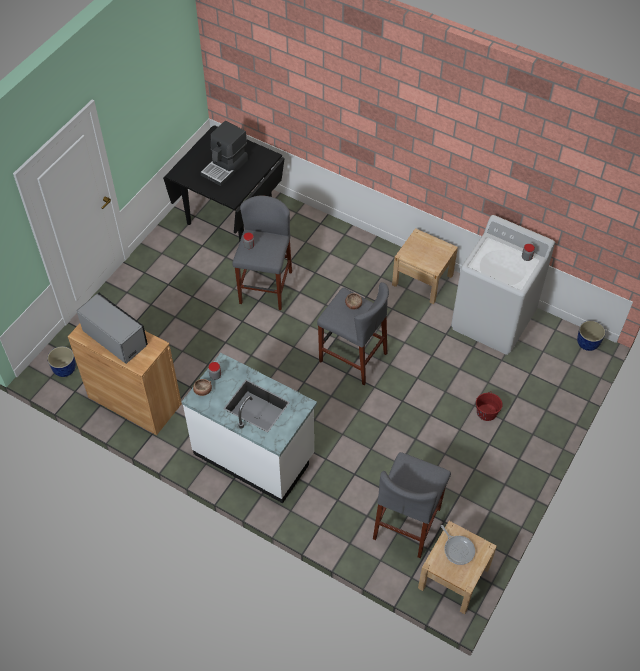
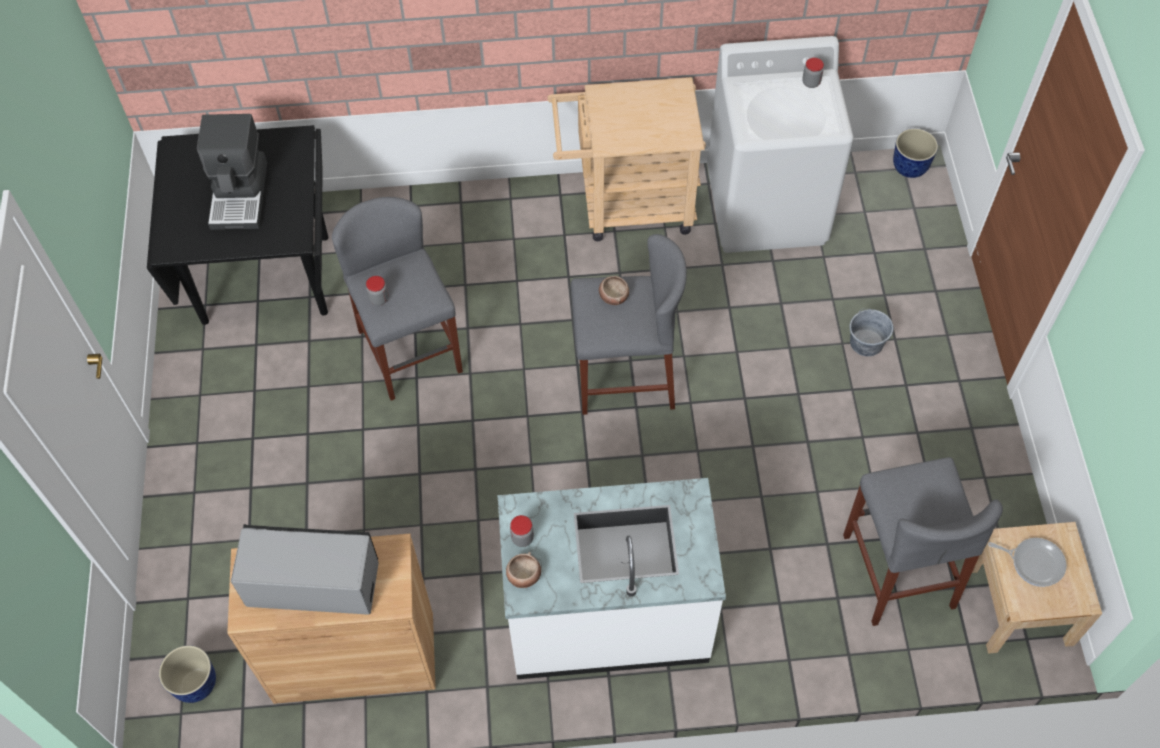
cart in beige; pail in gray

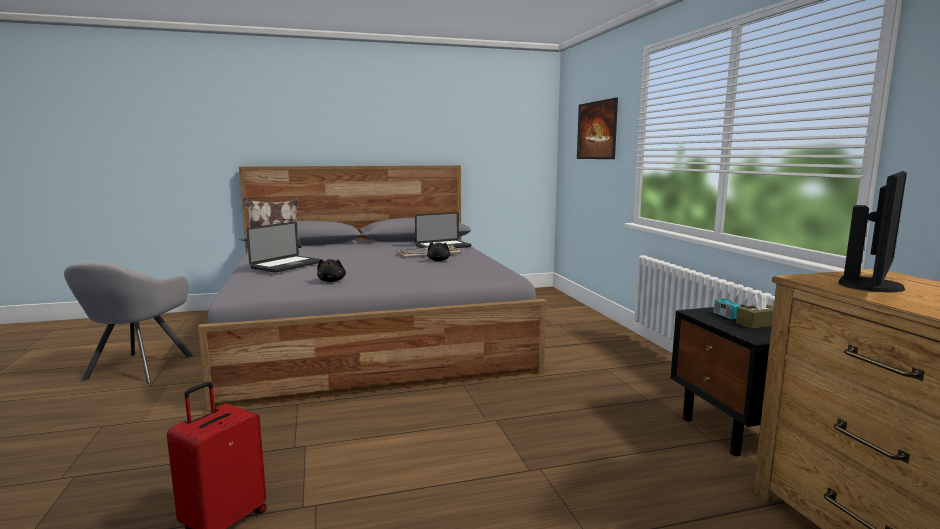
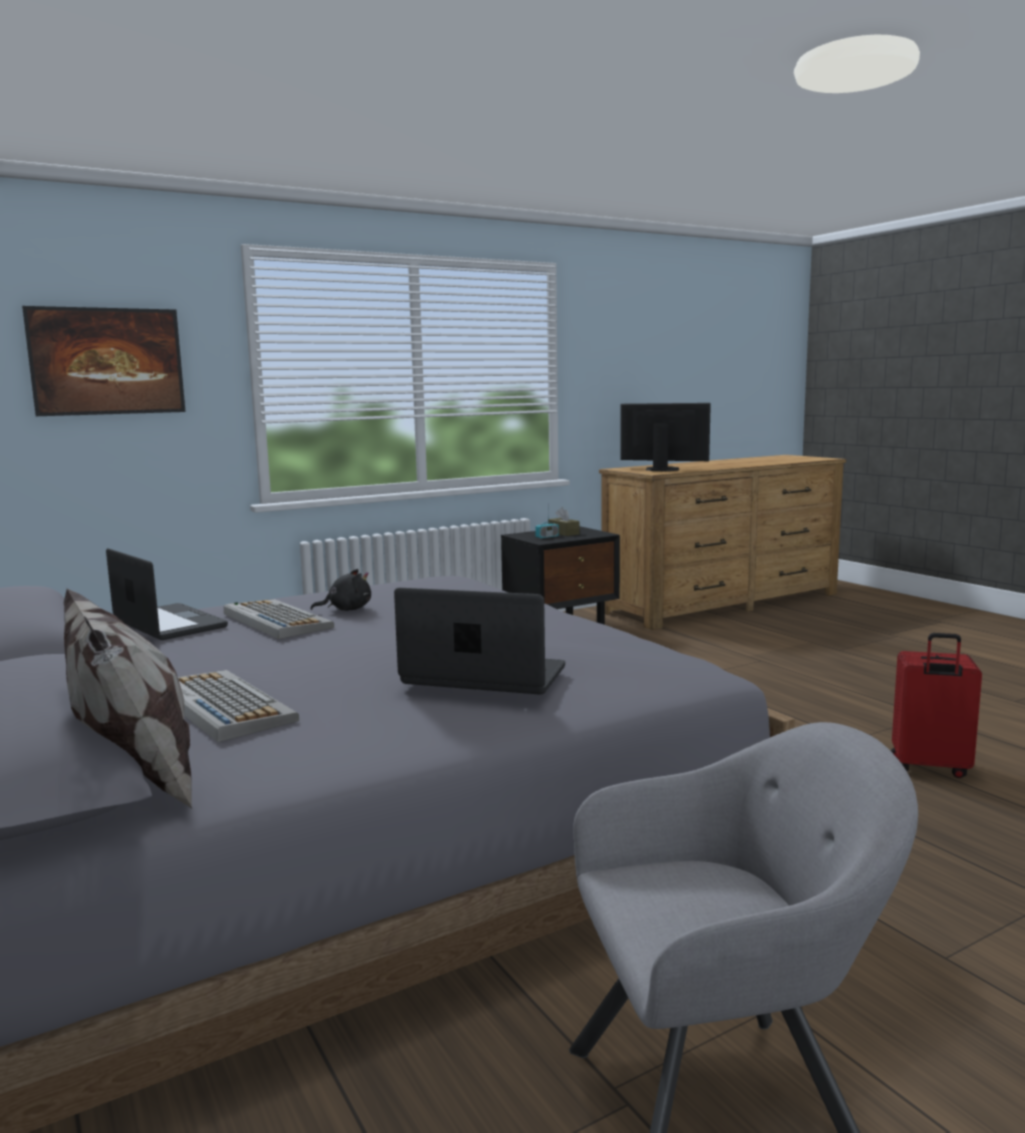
PC keyboard (1st from left); cuddly toy in blackish (1st from left in the first image)

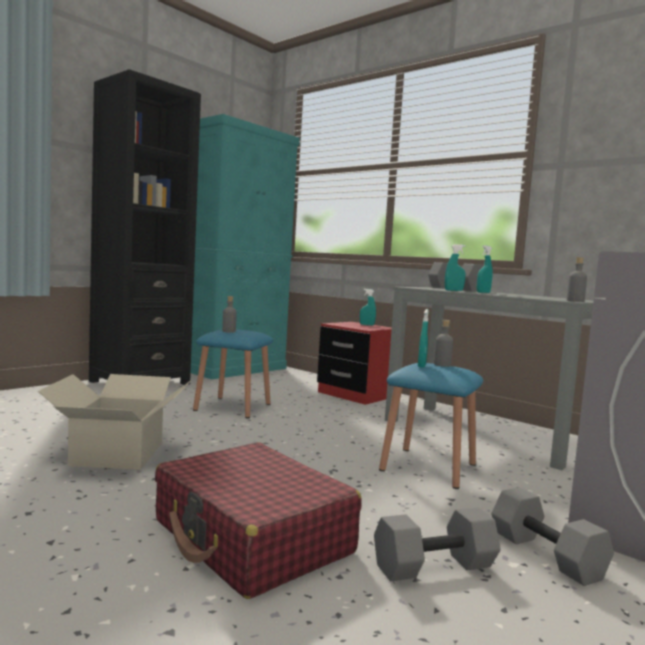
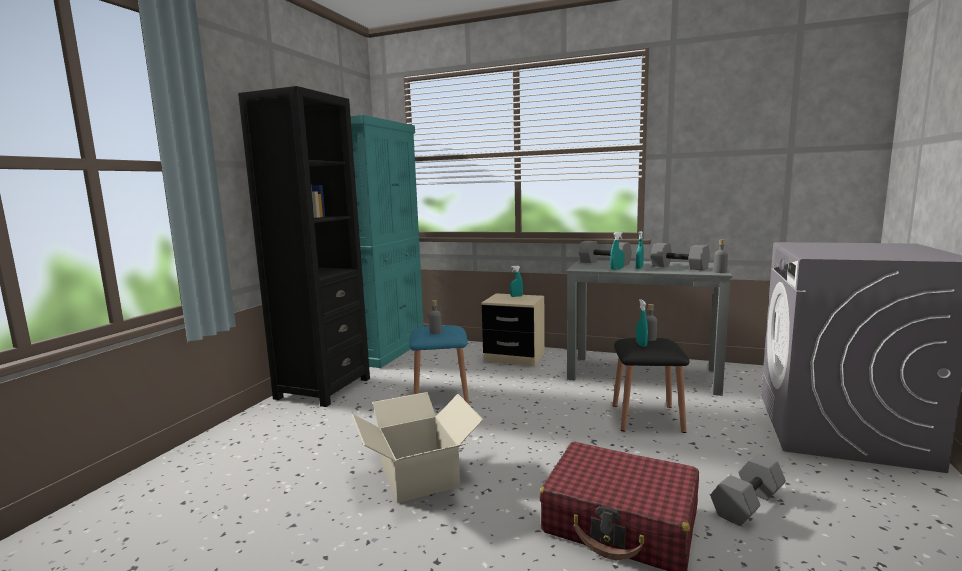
bedside table in beige; stool in blackish; dumbbell in gray (2nd from left)

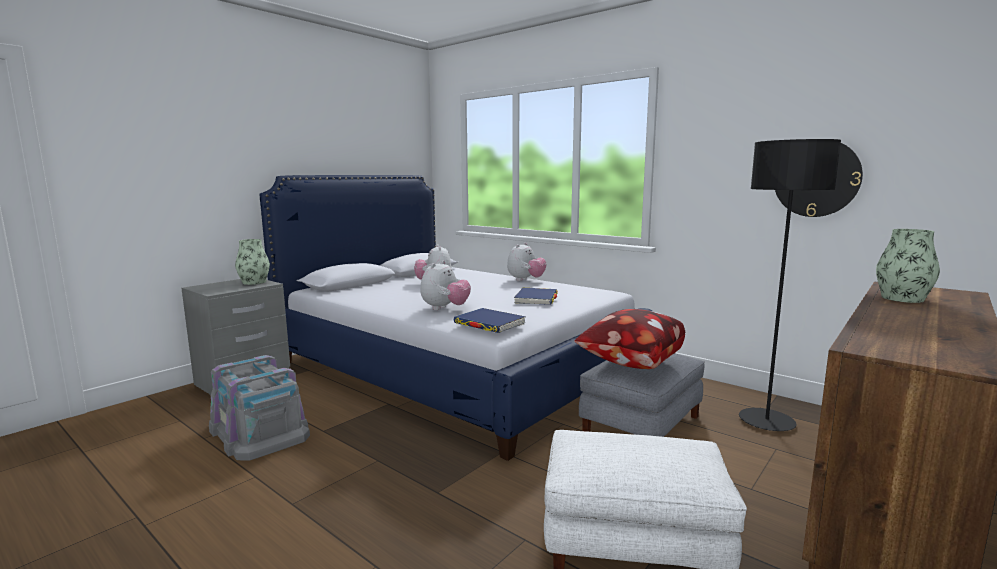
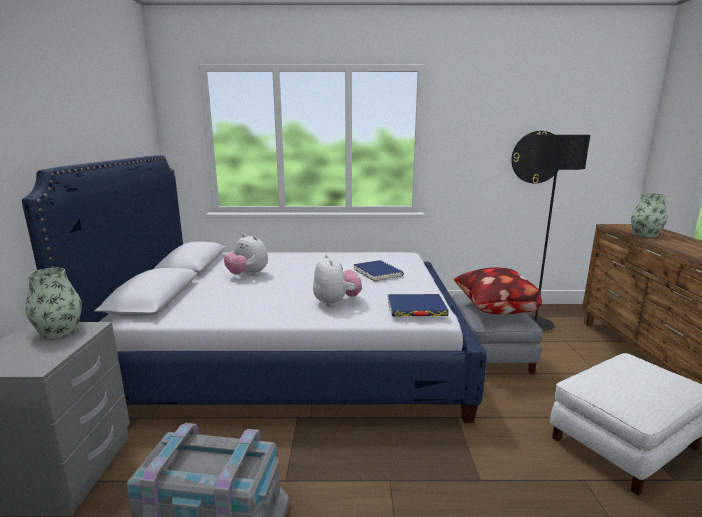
cuddly toy (3rd from left in the first image)

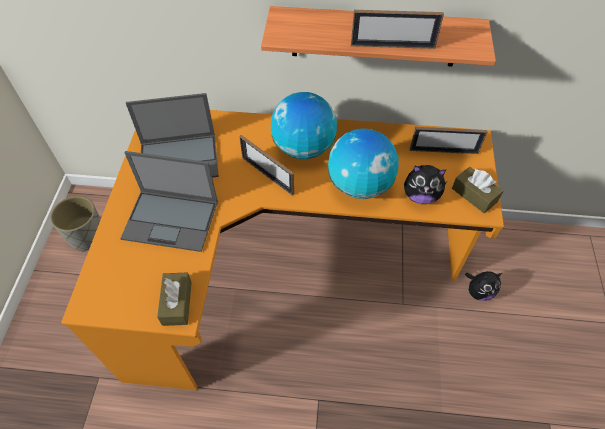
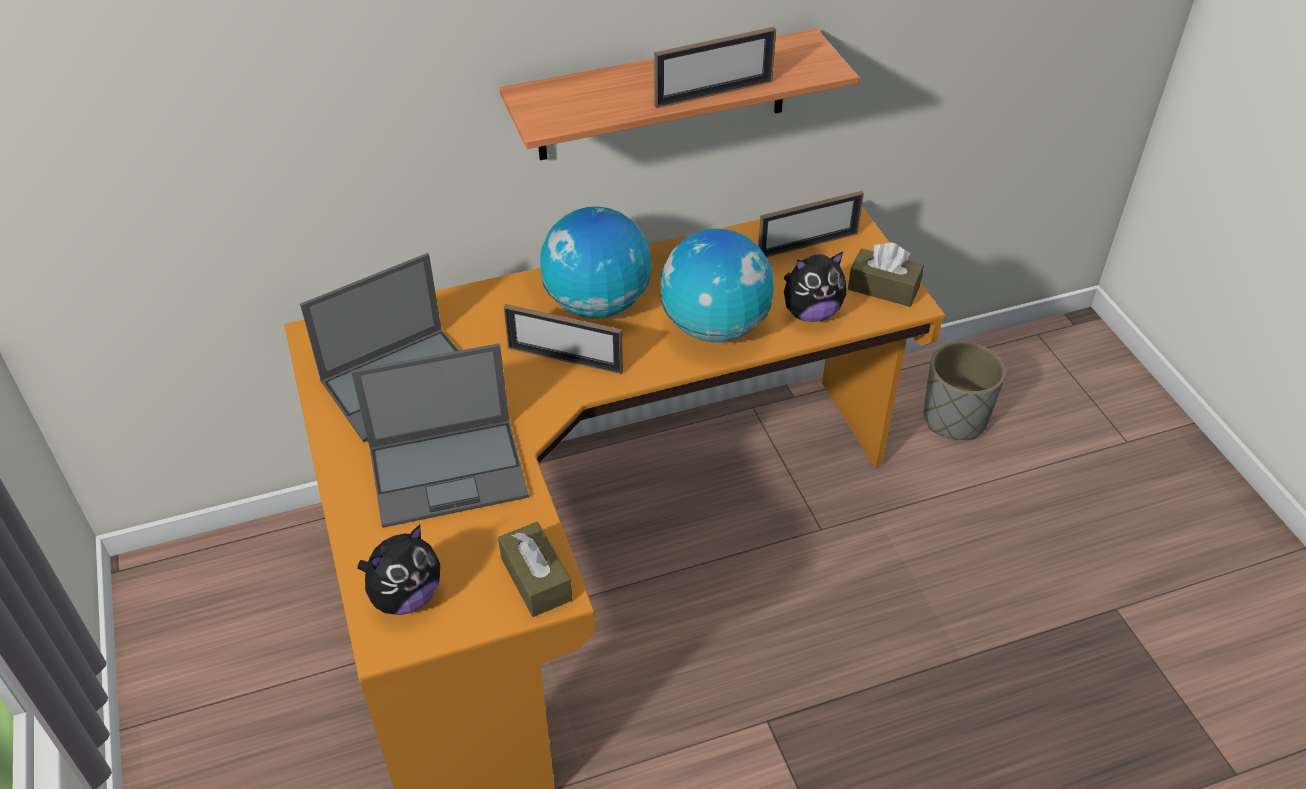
cuddly toy (1st from left); plant pot in gray

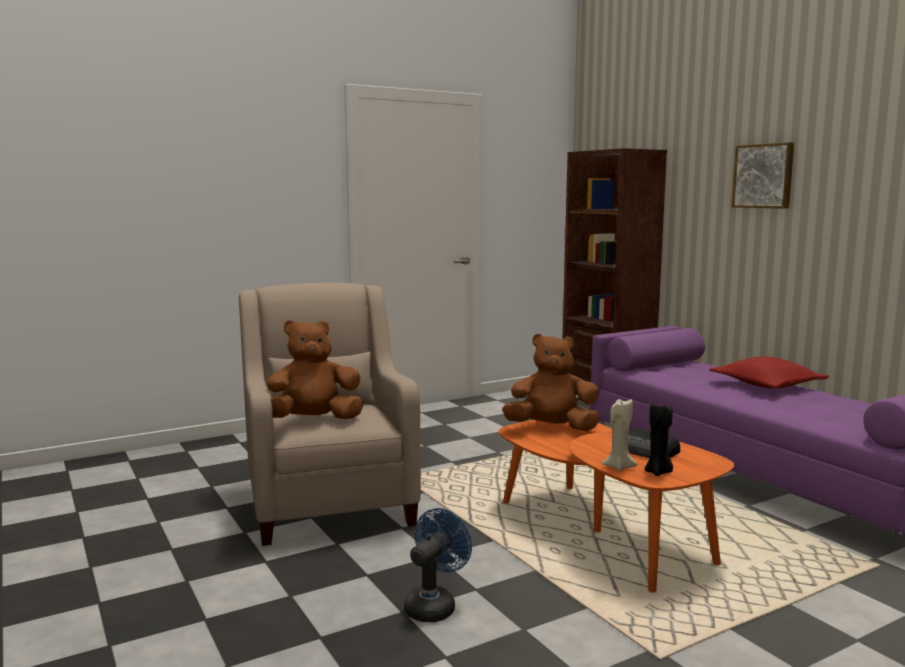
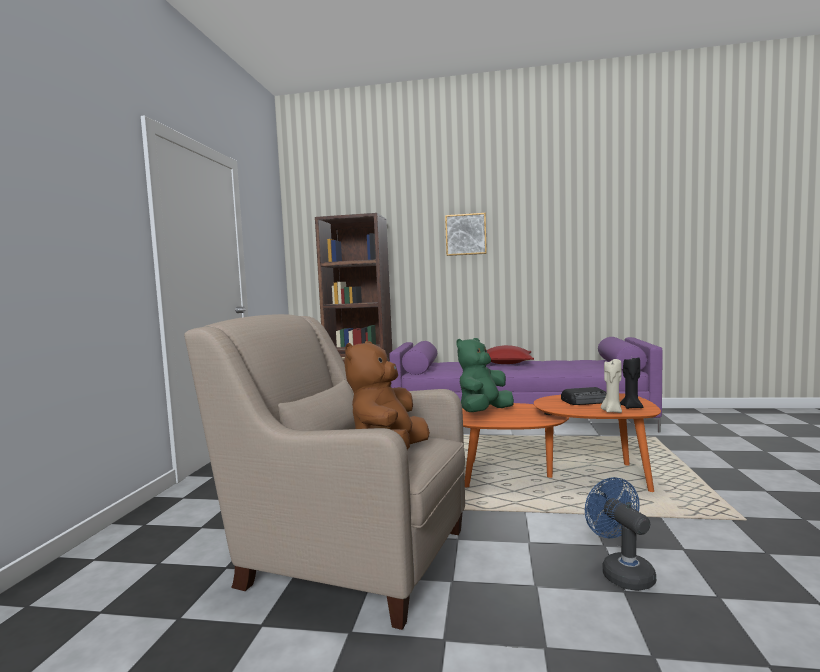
cuddly toy in greenish

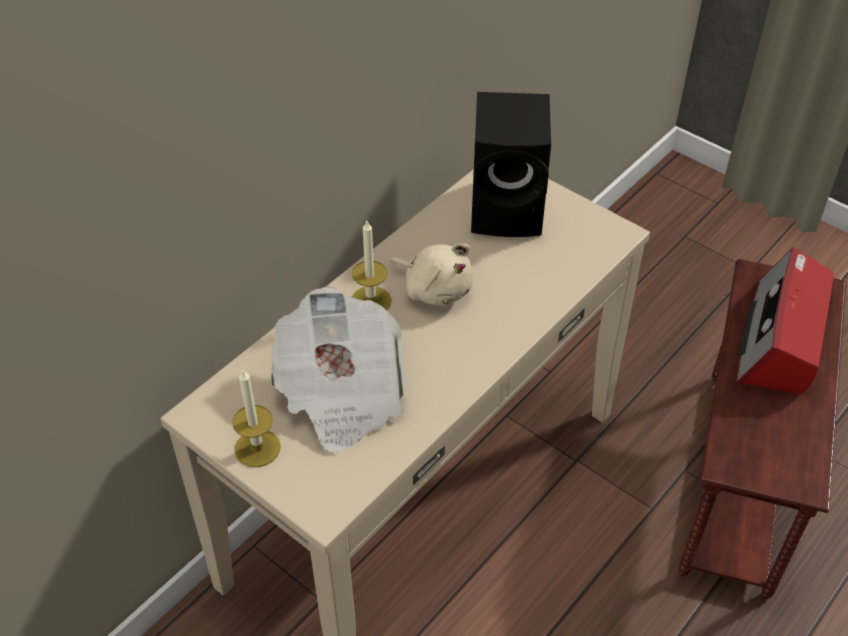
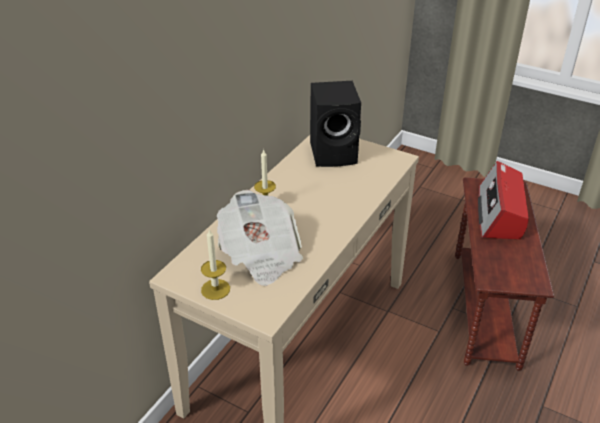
cuddly toy in beige

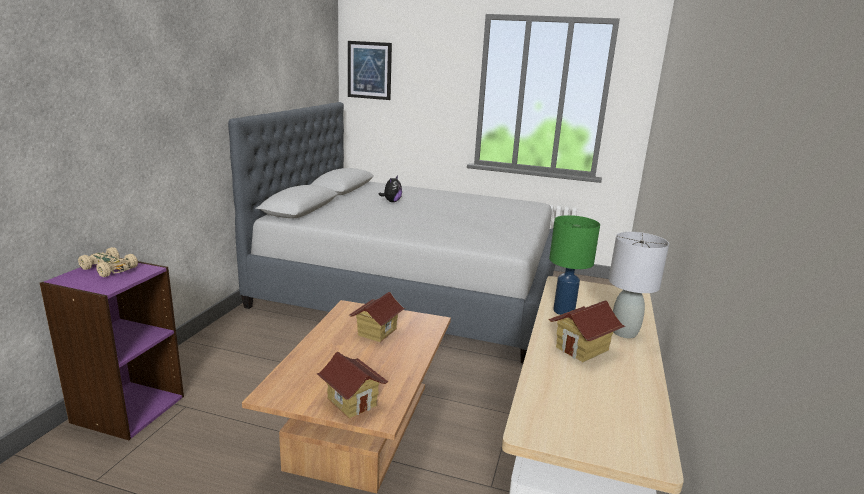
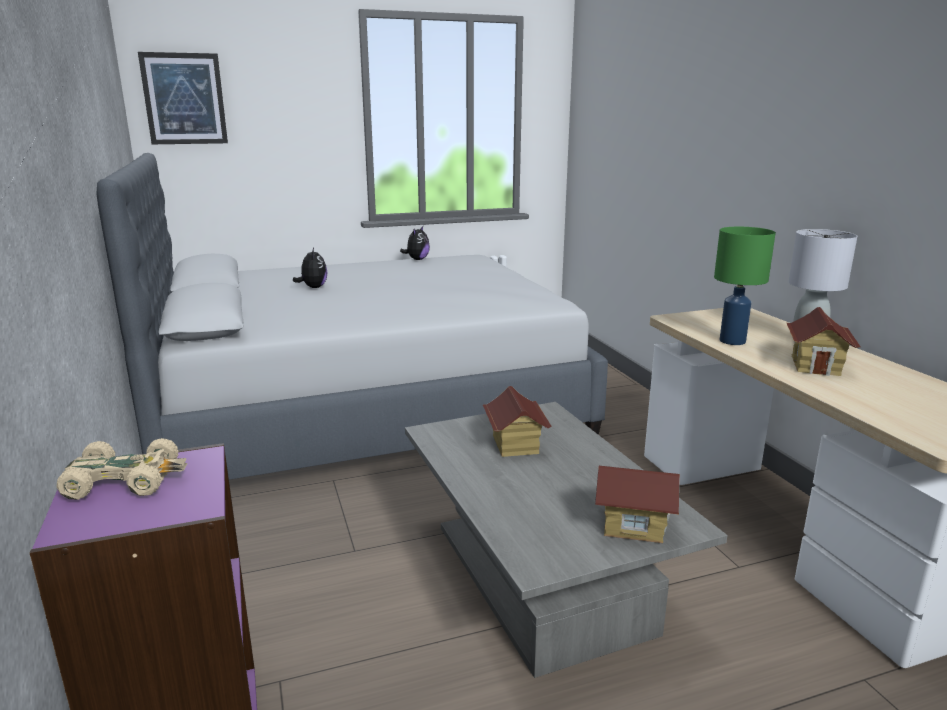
cuddly toy (2nd from left); low table in gray

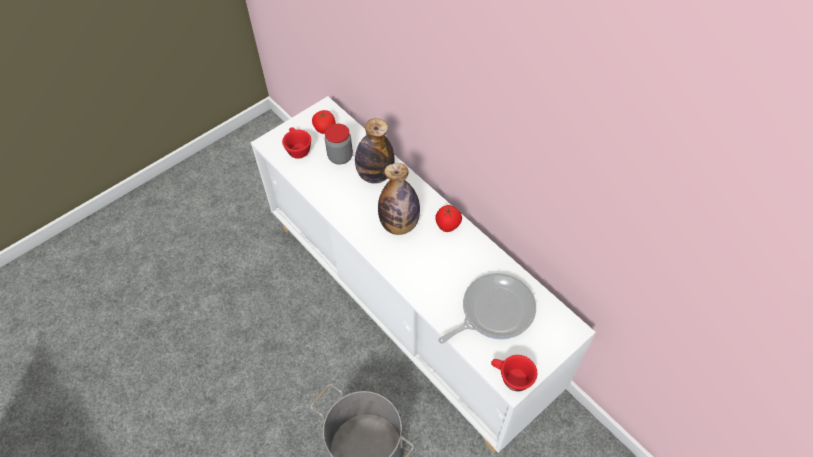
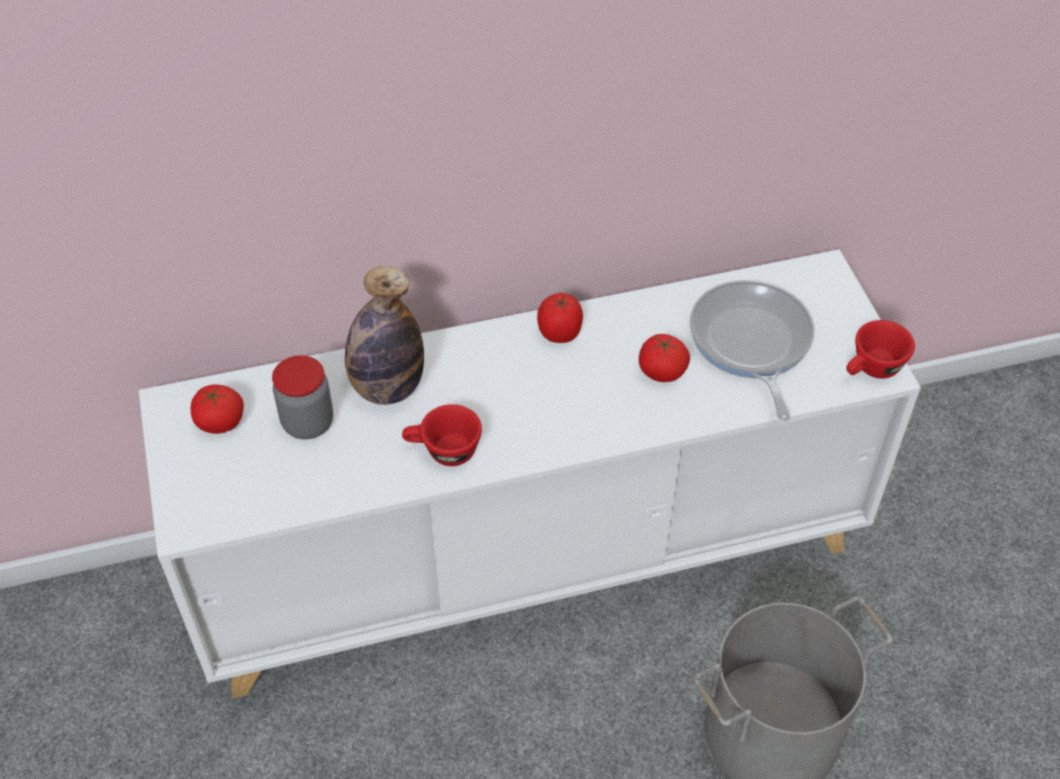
cup in red-coloured (1st from left); fresh tomato (3rd from left); bottle (2nd from left in the first image)

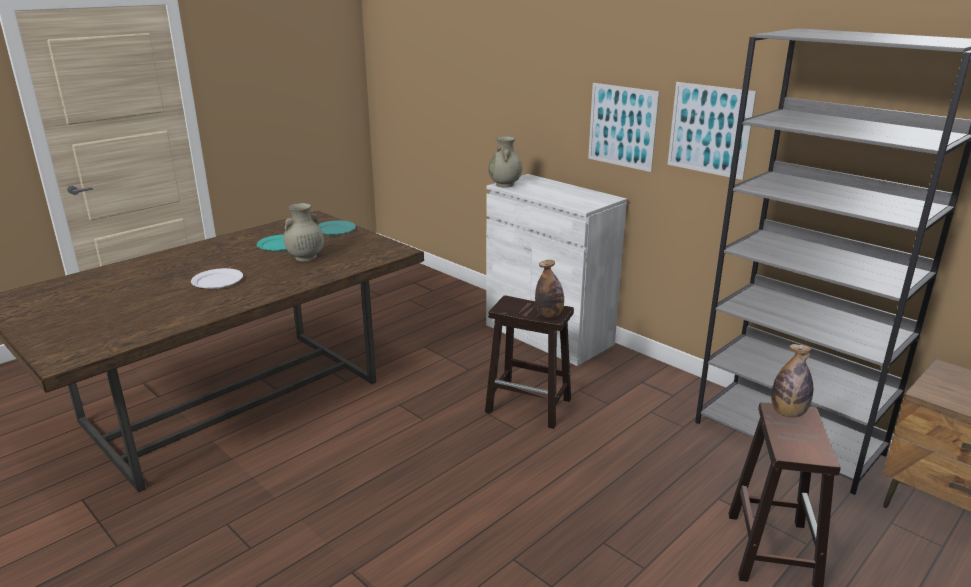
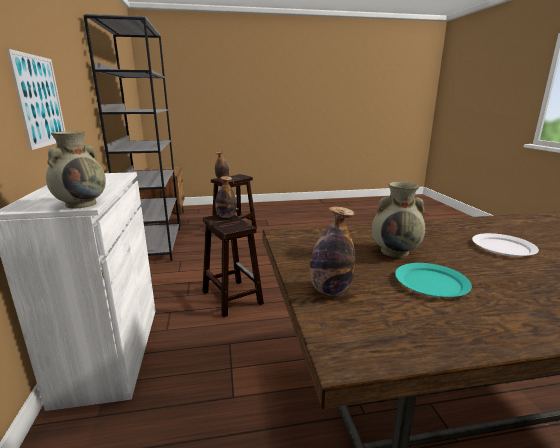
bottle (3rd from left); wall picture (2nd from left in the first image)

